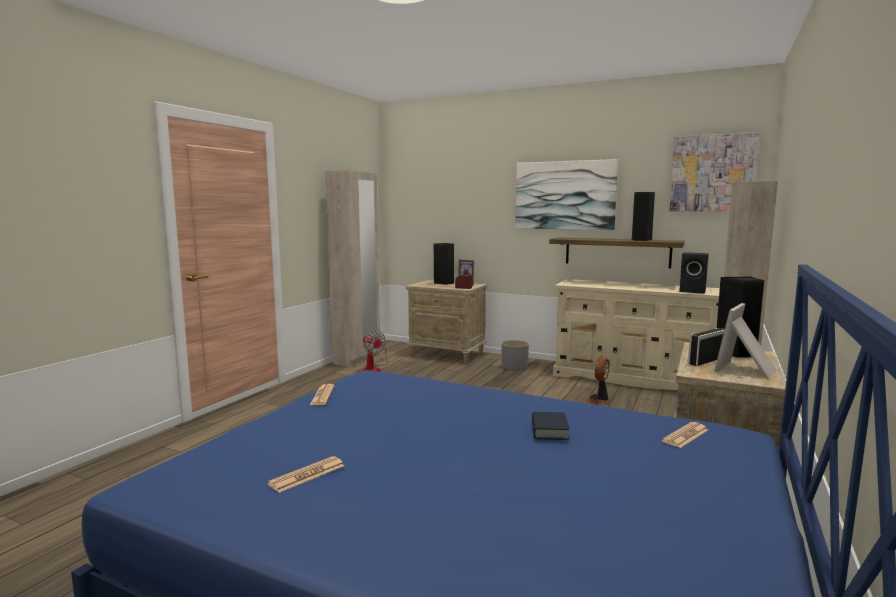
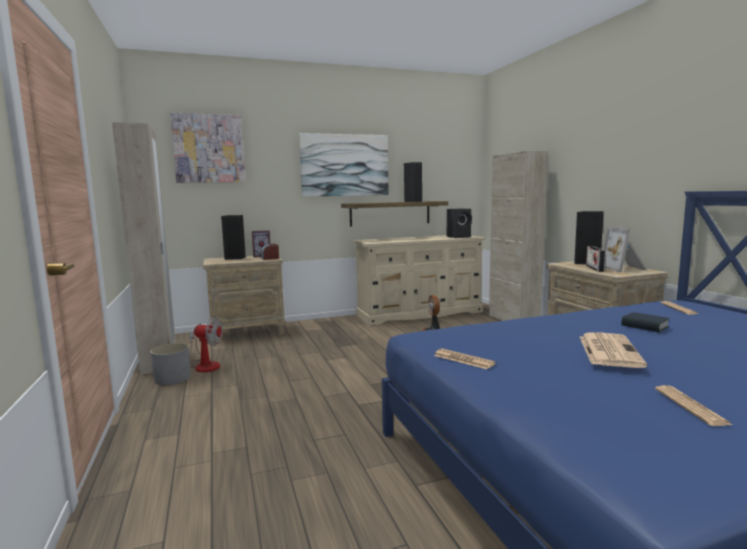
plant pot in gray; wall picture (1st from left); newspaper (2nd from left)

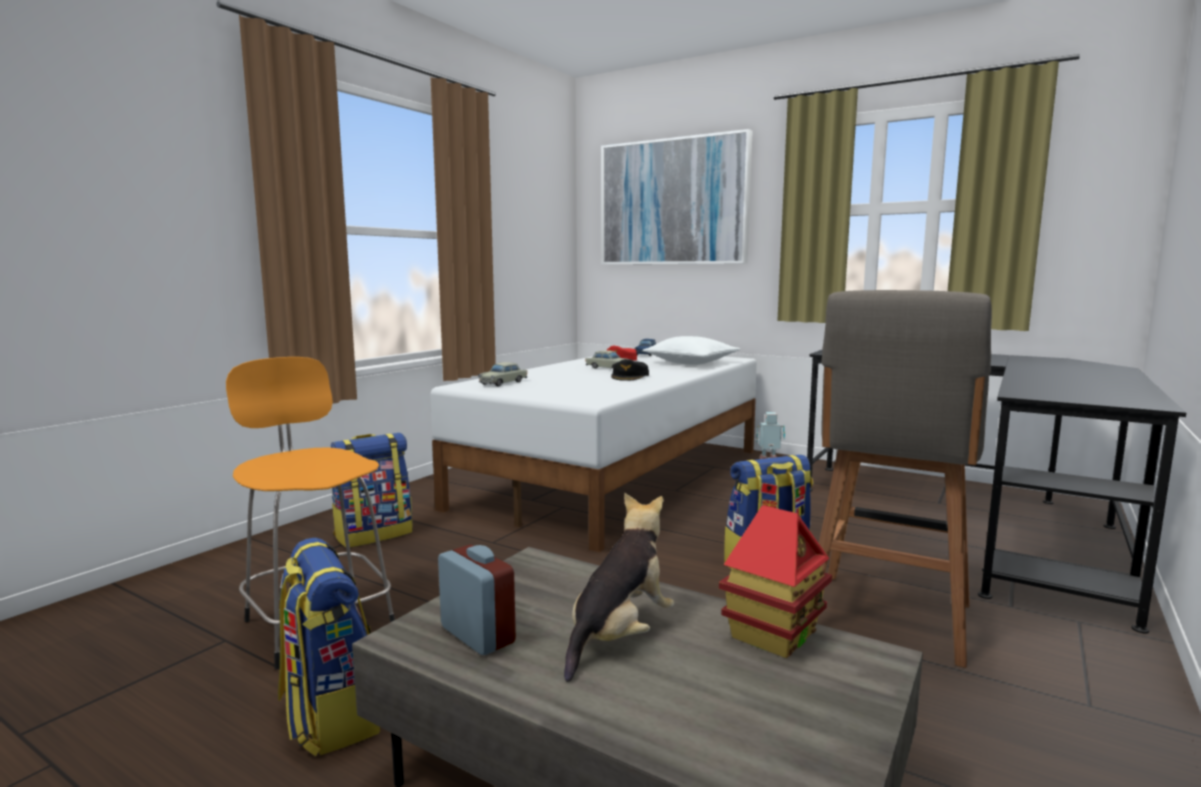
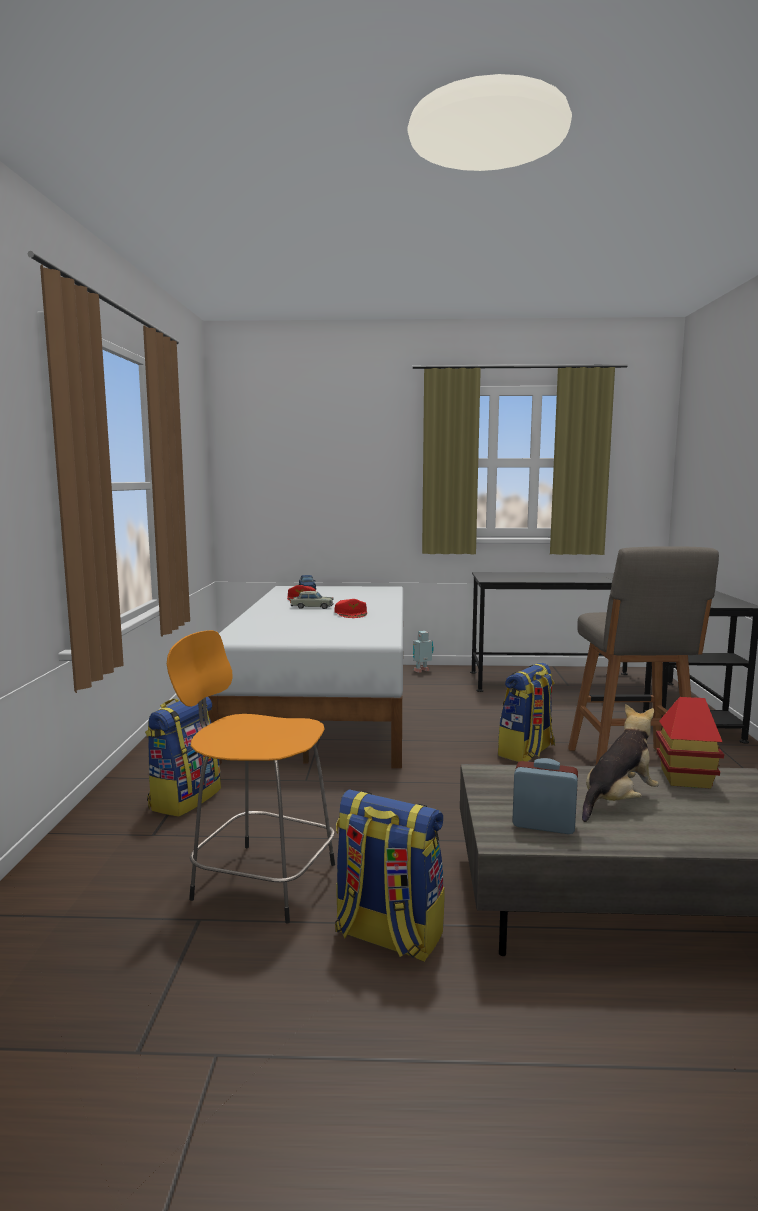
baseball cap in red-coloured (2nd from left); cuddly toy; model car in beige (1st from left in the first image); wall picture; cushion in white

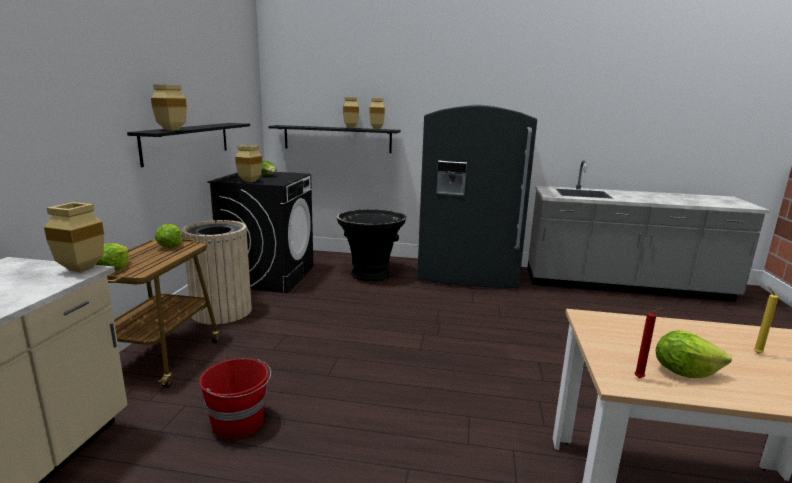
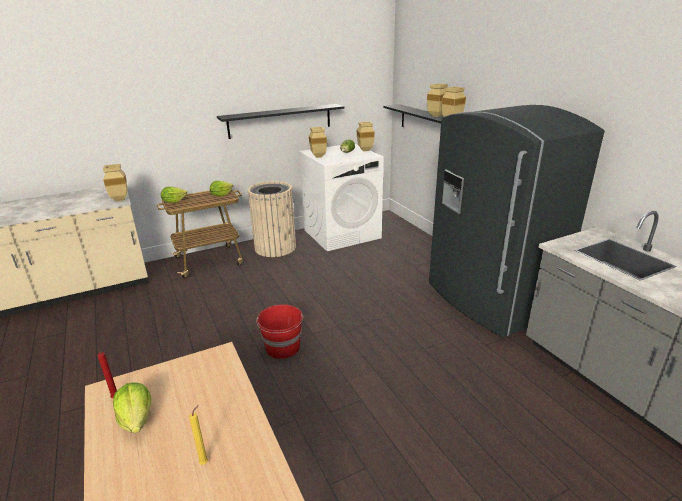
pail in red-coloured; laundry appliance in white; flower vase in beige (3rd from left); plant pot in blackish

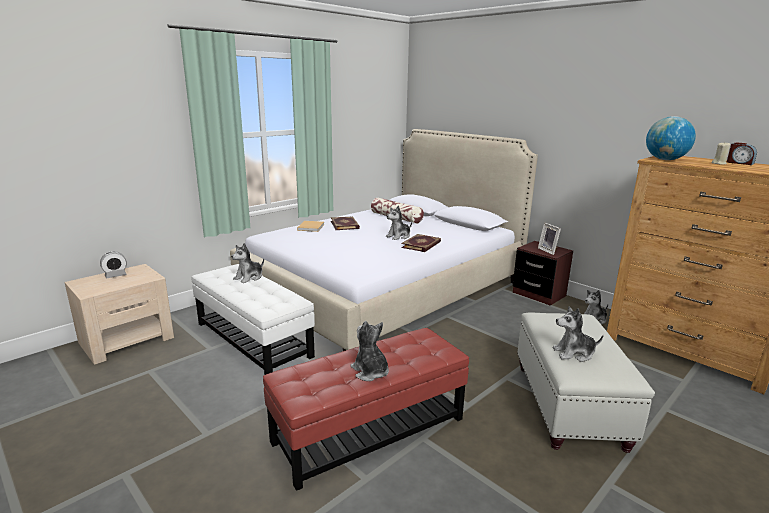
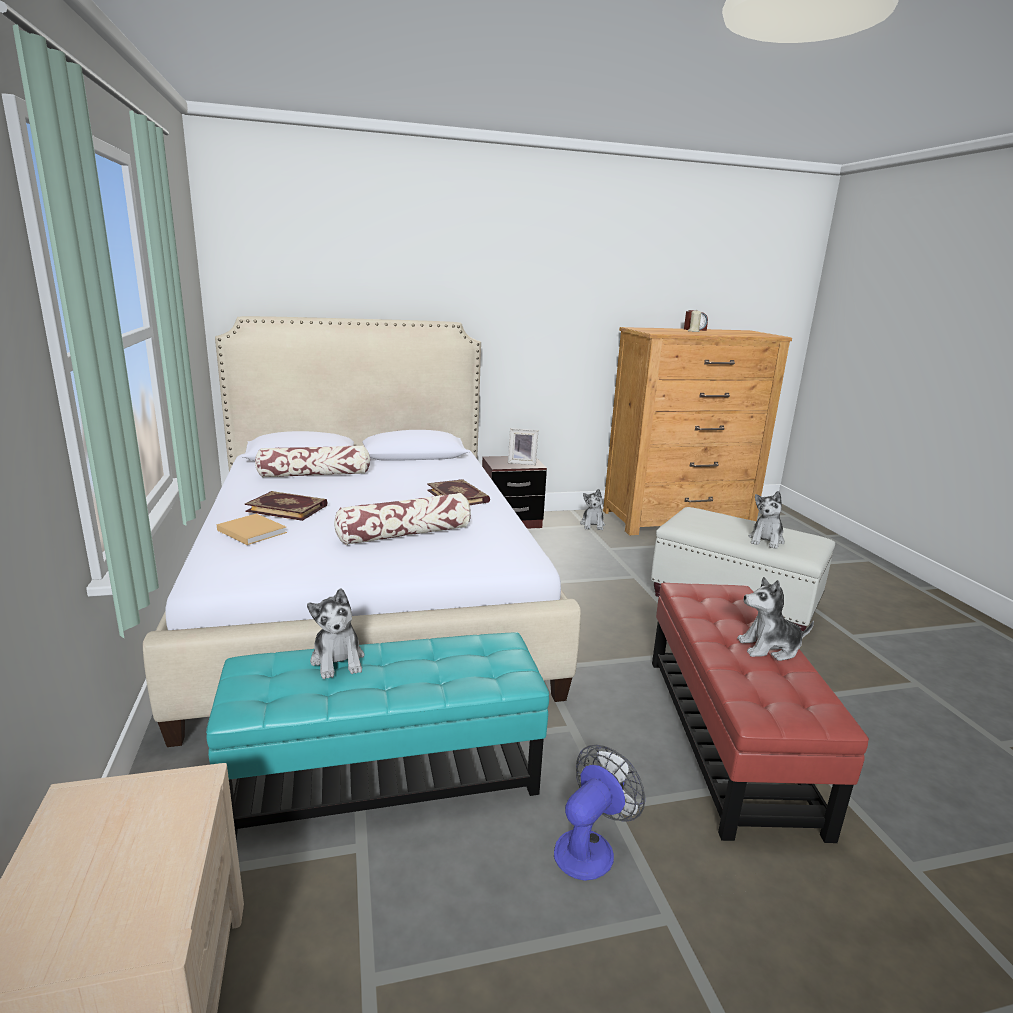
footrest in blue-green; cushion (2nd from left); cooling fan; table clock (1st from left in the first image); cuddly toy (3rd from left in the first image); desk globe

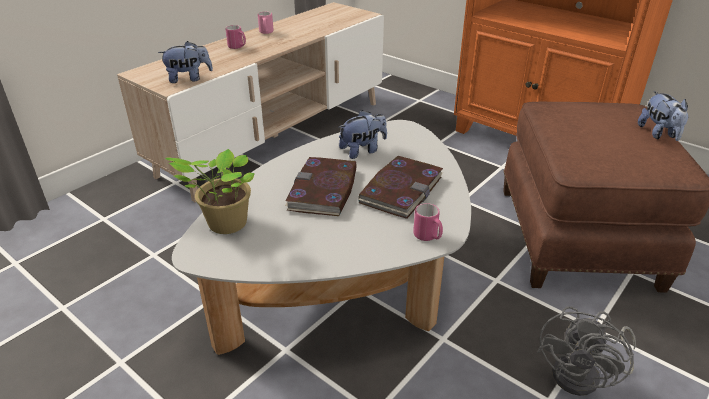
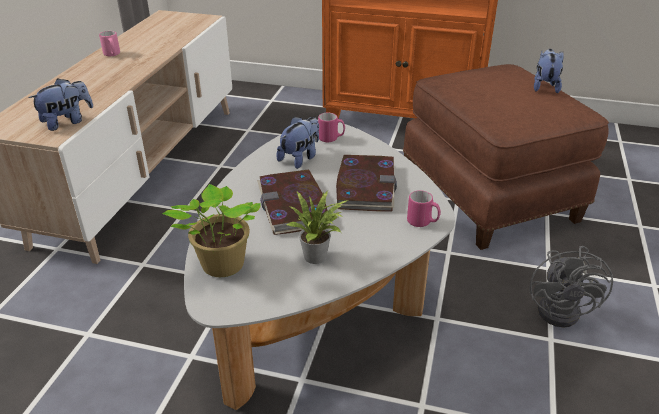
potted plant (2nd from left); coffee mug in pinkish (2nd from left); cuddly toy (3rd from left)

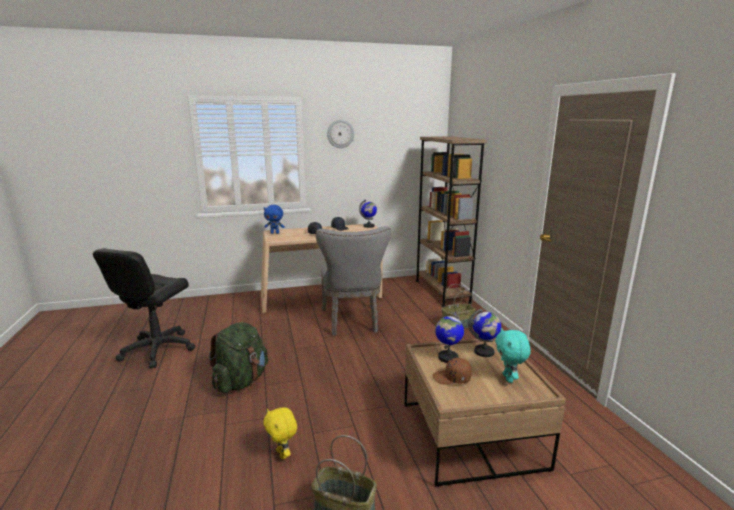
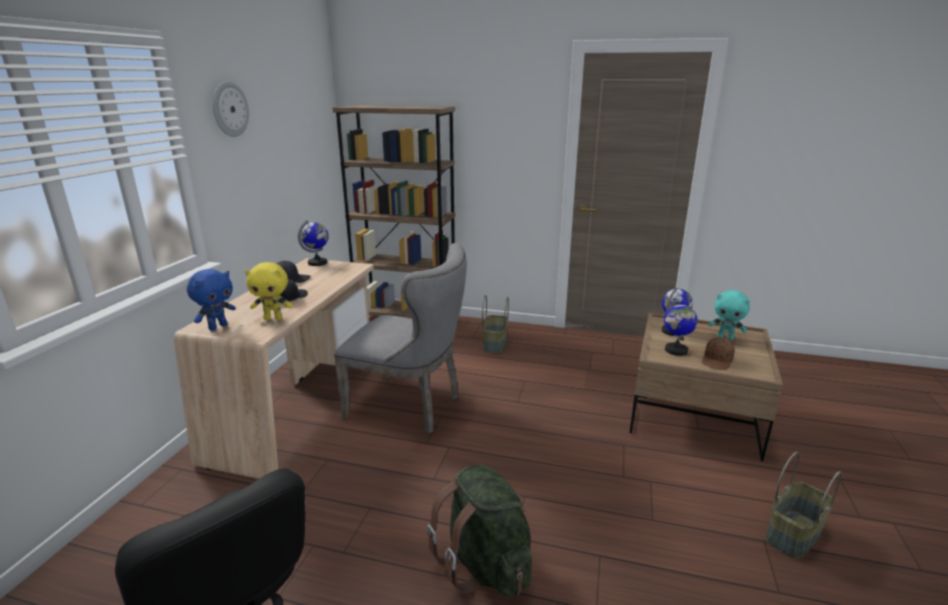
cuddly toy in yellowish

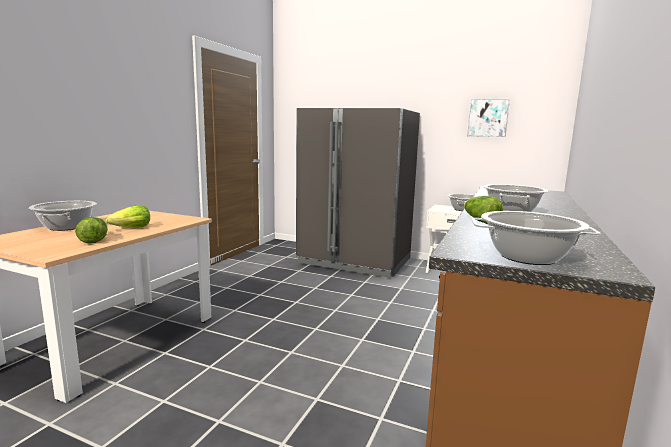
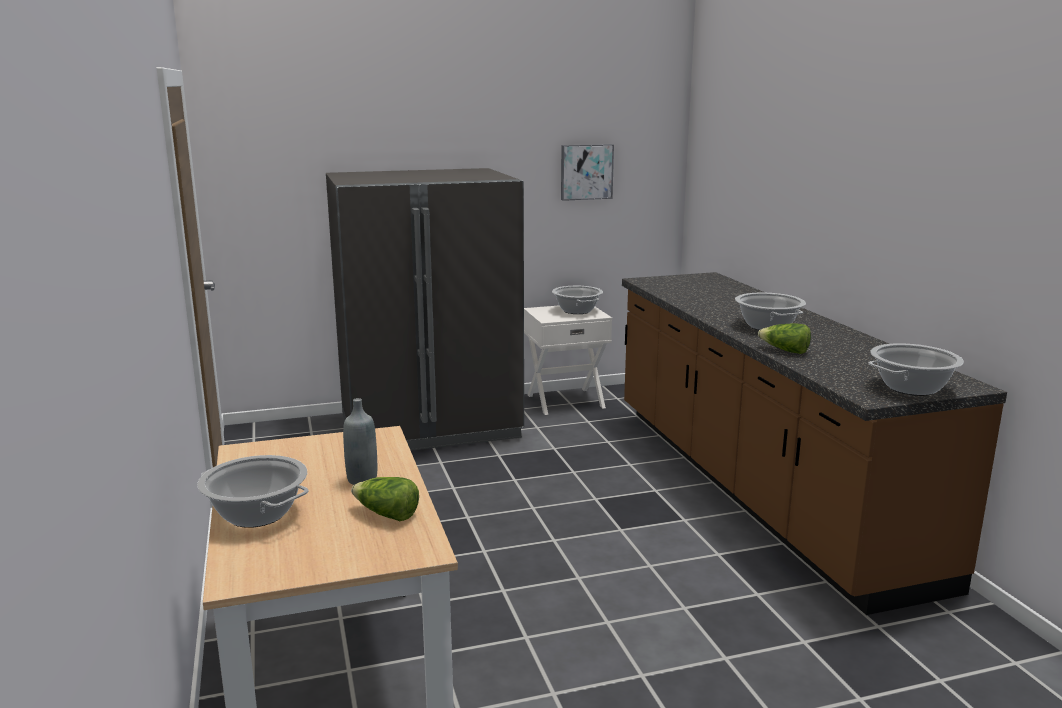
bottle in gray

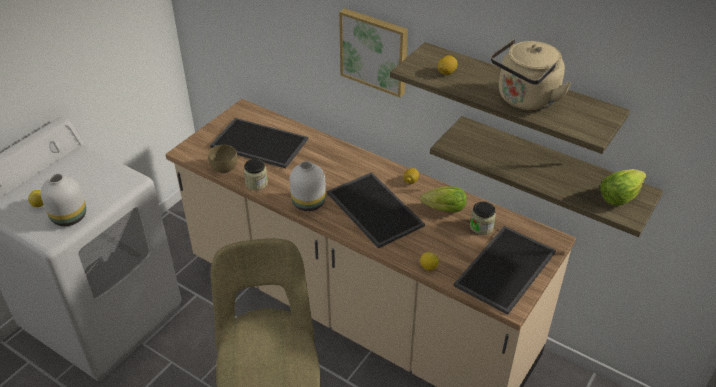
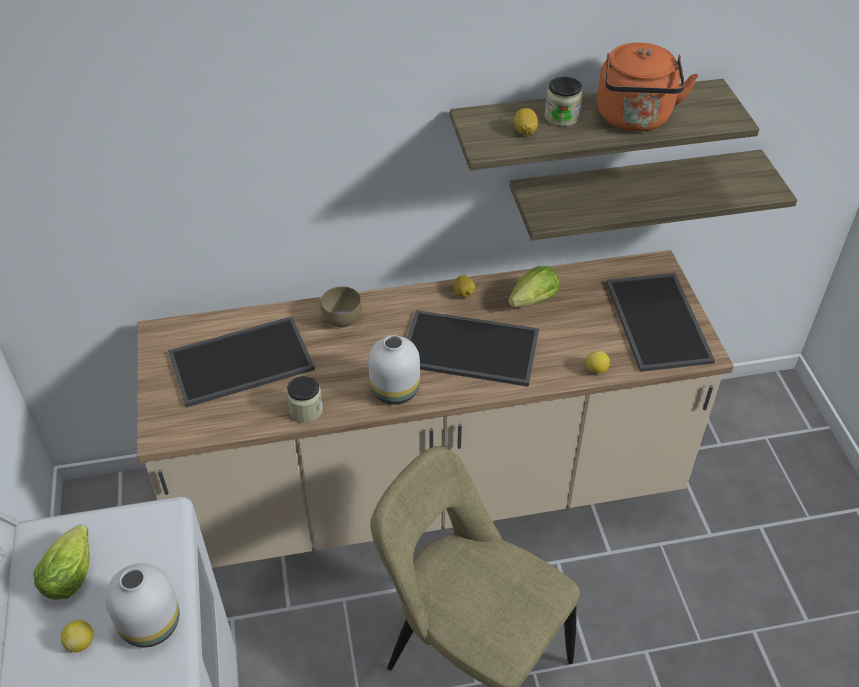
lettuce head (1st from left); deep dish in brown; storage jar (2nd from left); water kettle in orange; wall picture

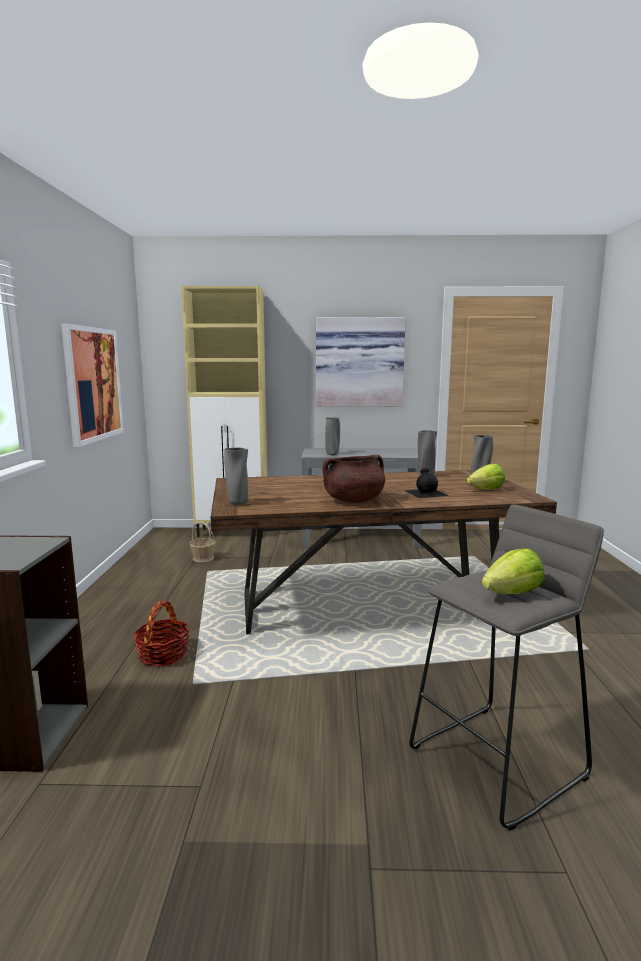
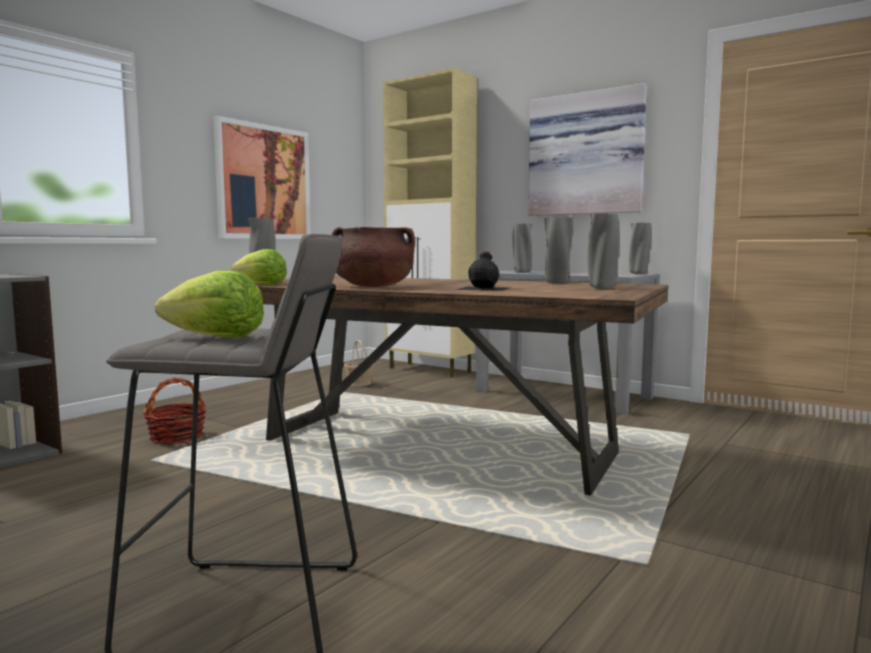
lettuce head (2nd from left); flower vase in gray (5th from left)

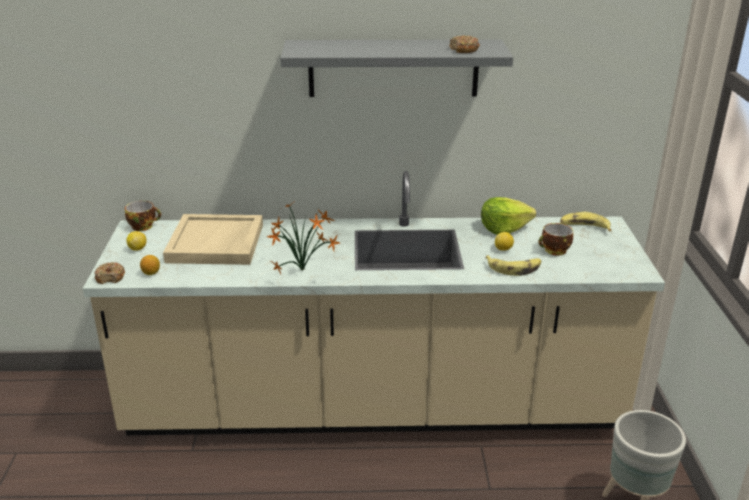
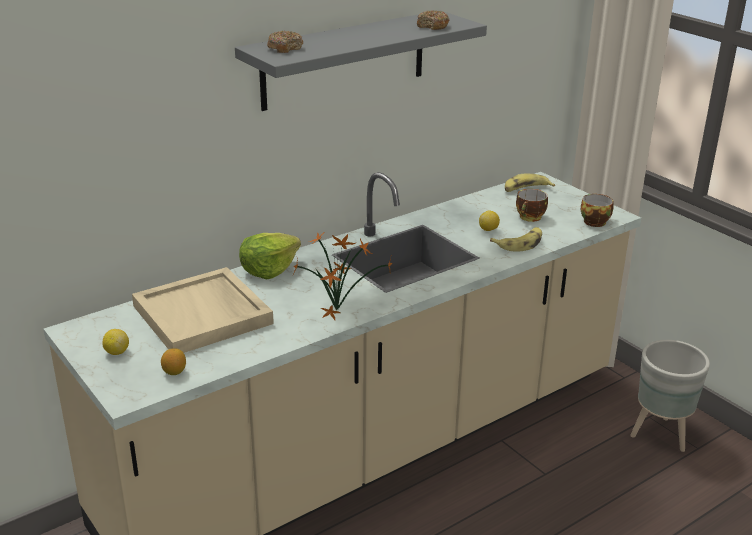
lettuce head; doughnut (1st from left); cup (2nd from left)

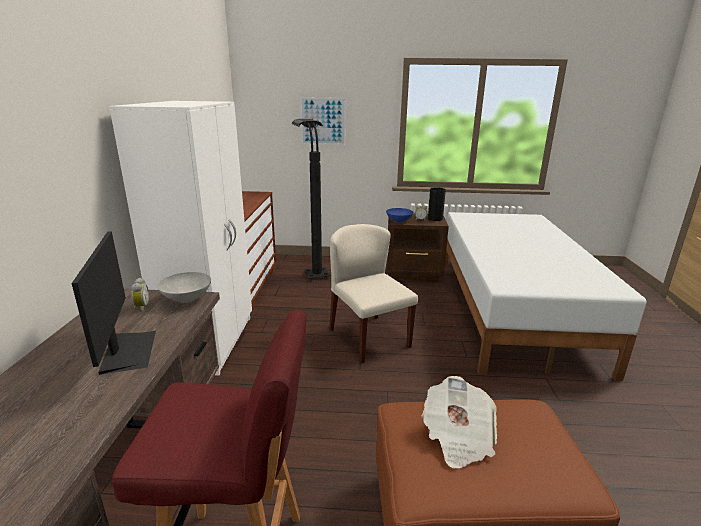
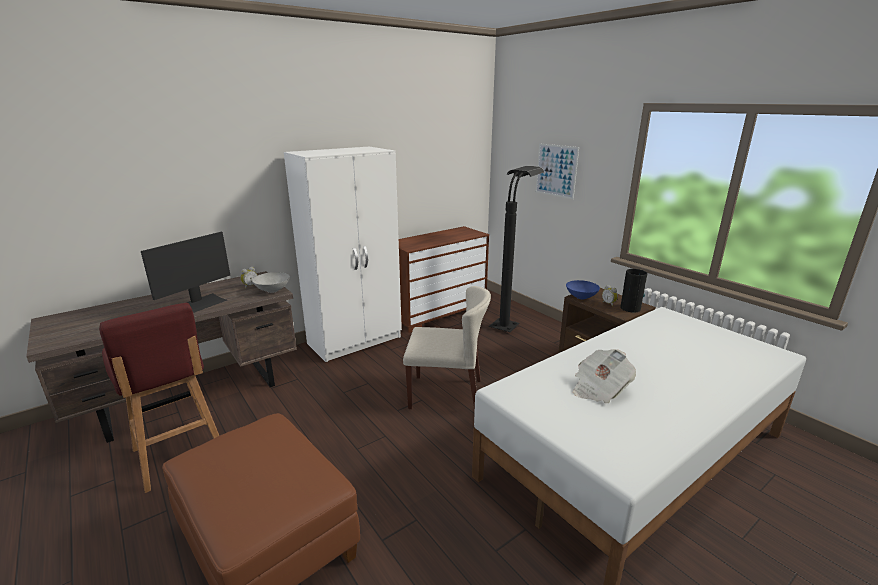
plain chair in beige; newspaper

